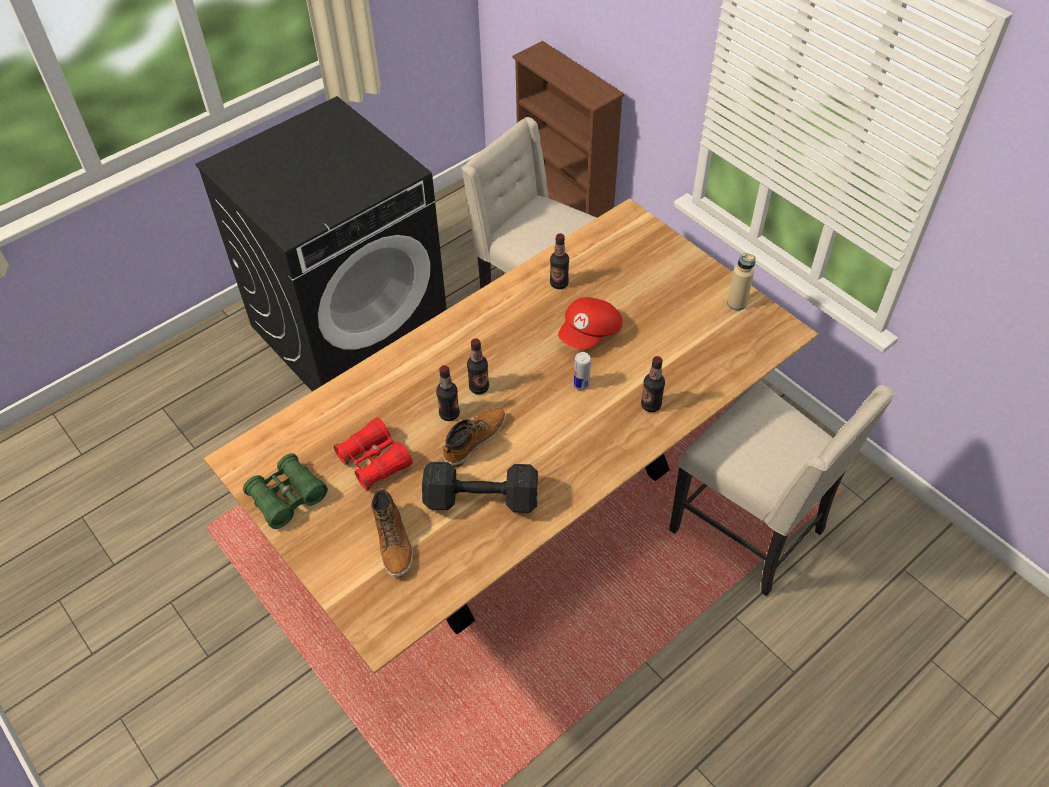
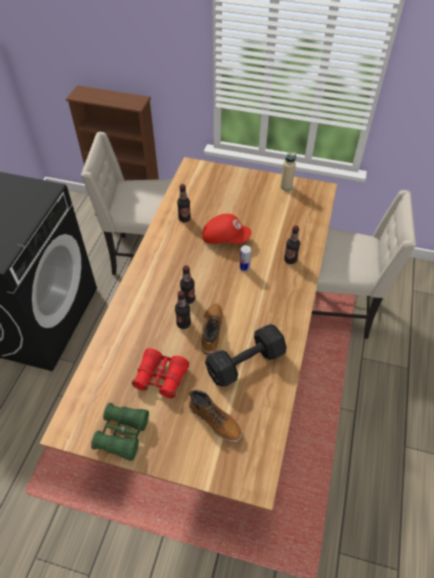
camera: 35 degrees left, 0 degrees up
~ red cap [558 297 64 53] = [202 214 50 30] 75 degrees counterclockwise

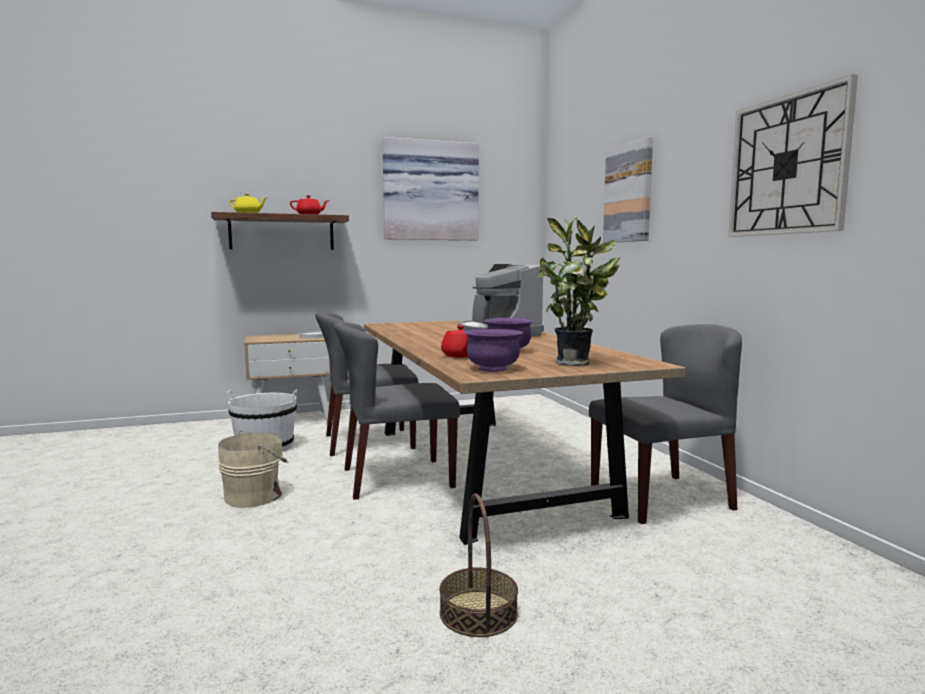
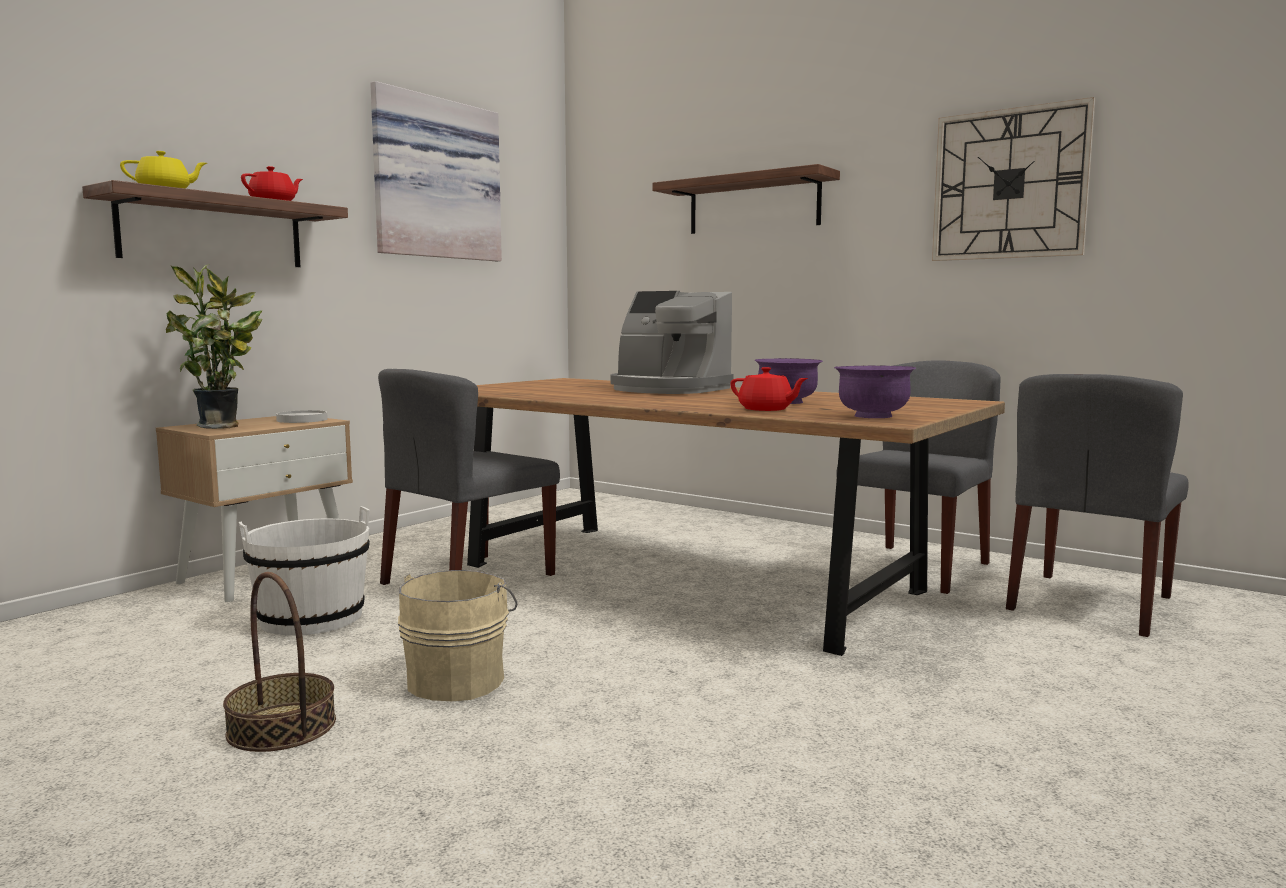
camera: 35 degrees left, 0 degrees up
~ picture [603 137 50 106] to shelf [652 164 188 70]
~ potted plant [538 215 83 151] to [166 264 97 165]
~ grey chair [334 322 126 178] to [1006 374 183 263]
~ basket [439 494 79 143] to [223 572 113 180]

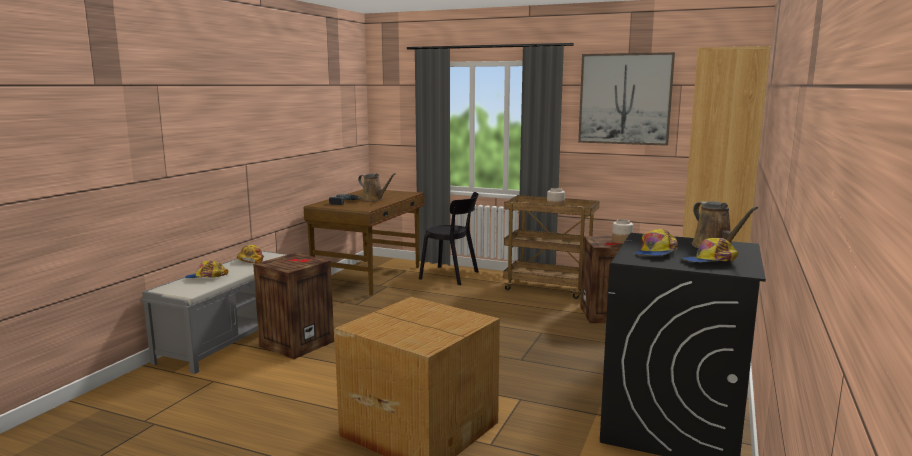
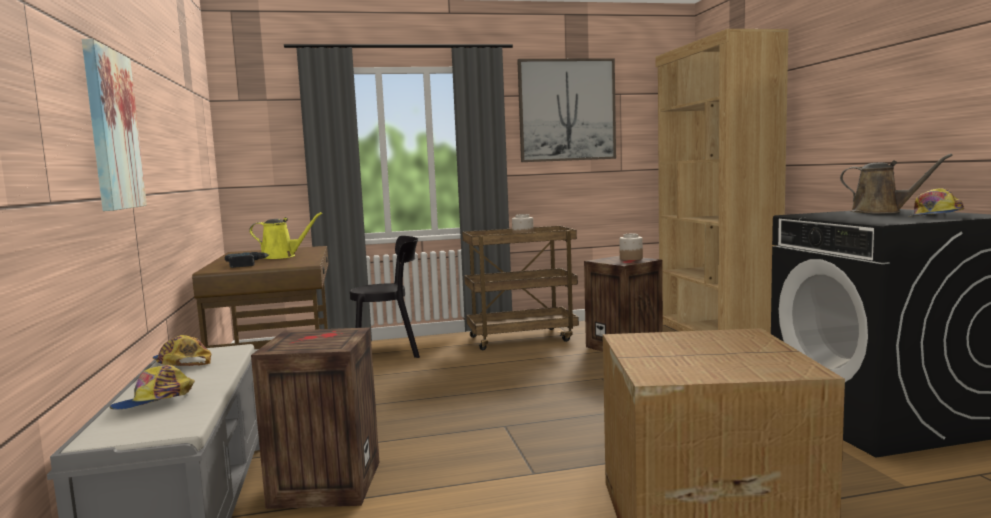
camera: 35 degrees left, 5 degrees down
~ brown watering can [358 173 38 28] to yellow watering can [249 212 73 47]
- cap [633 229 45 27]
+ picture [82 39 65 172]

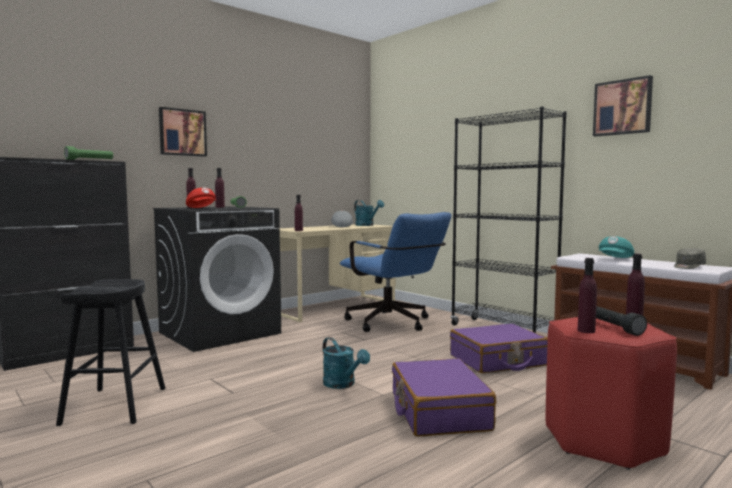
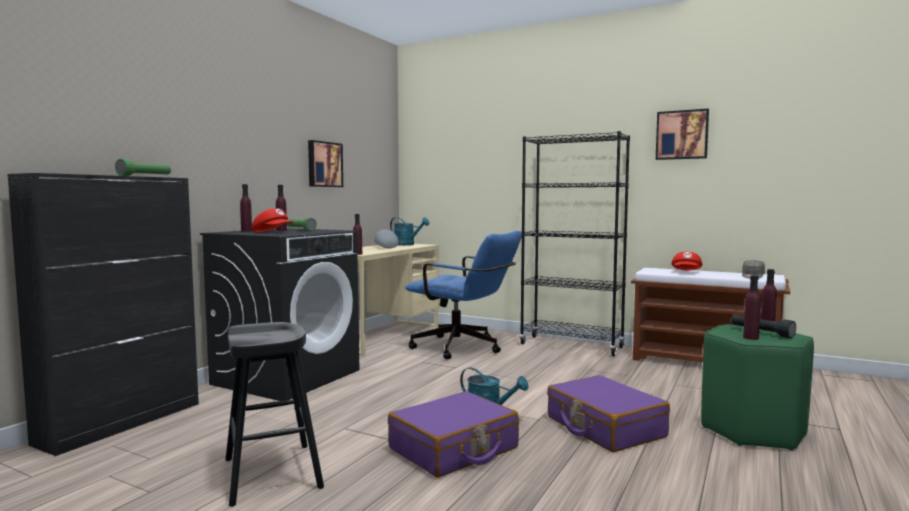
camera: 20 degrees left, 0 degrees up
~ picture [159 107 48 50] to [308 140 35 47]
~ turquoise cap [599 236 35 22] to red cap [671 252 31 18]
~ red stool [546 317 131 153] to green stool [701 324 113 127]
~ purple suitcase [450 324 98 49] to [388 391 131 86]

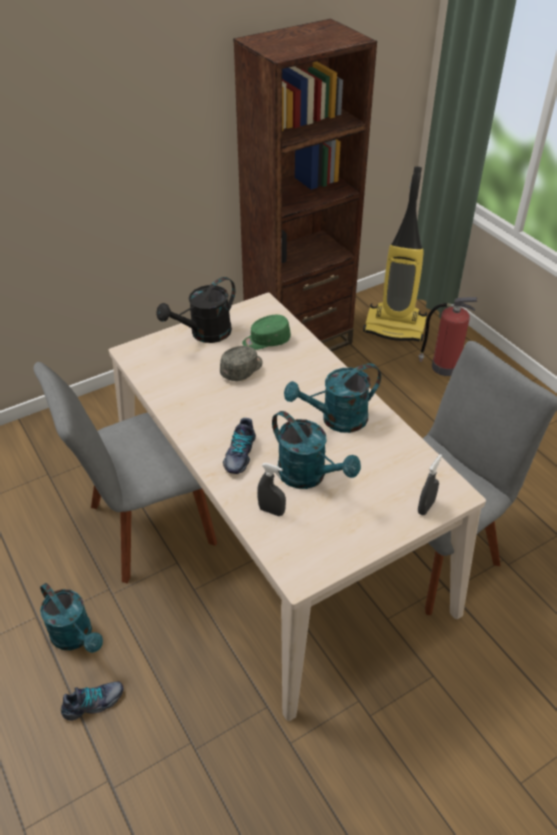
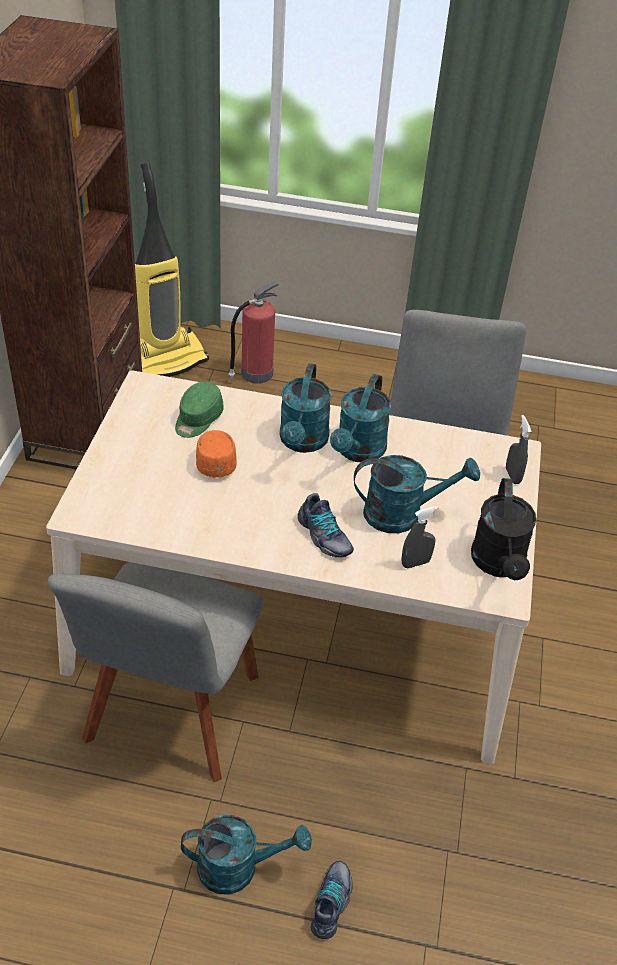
camera: 50 degrees left, 0 degrees up
~ black watering can [156 277 79 66] to [471 478 65 102]
~ grey cap [220 346 43 35] to orange cap [196 430 41 48]
+ turquoise watering can [280 363 52 90]

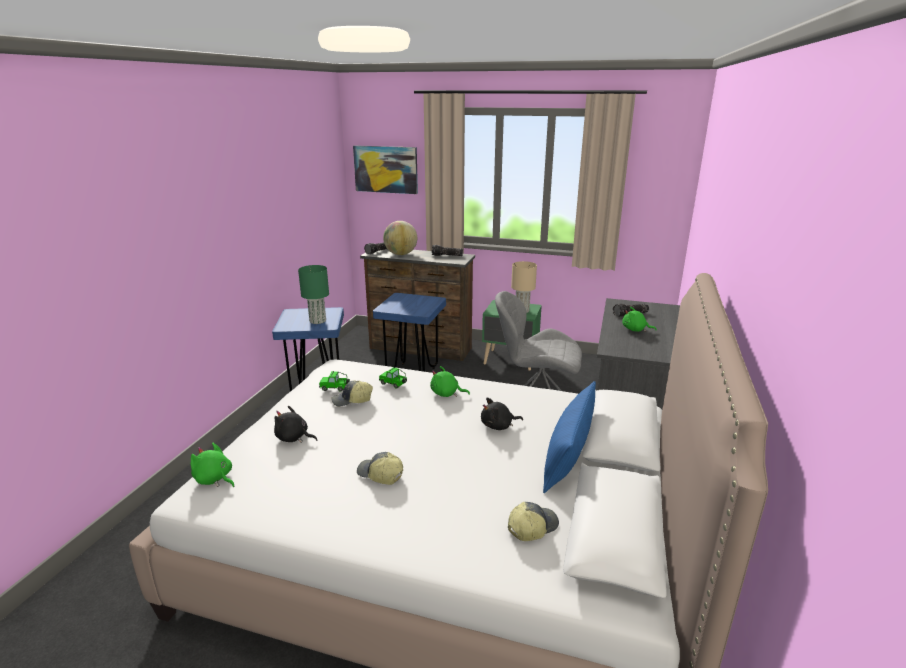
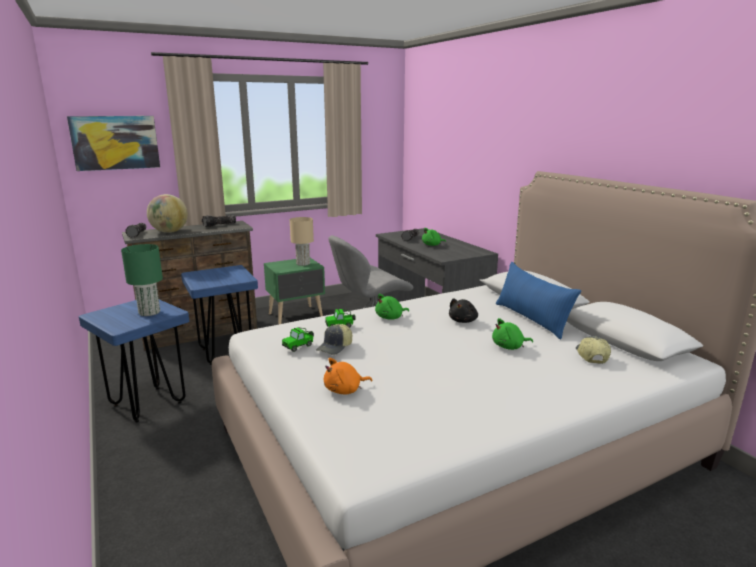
camera: 45 degrees left, 5 degrees down
~ black plush toy [274 406 43 37] to orange plush toy [324 358 49 36]
~ green plush toy [191 443 44 44] to [492 318 41 32]
- cap [357 452 46 33]

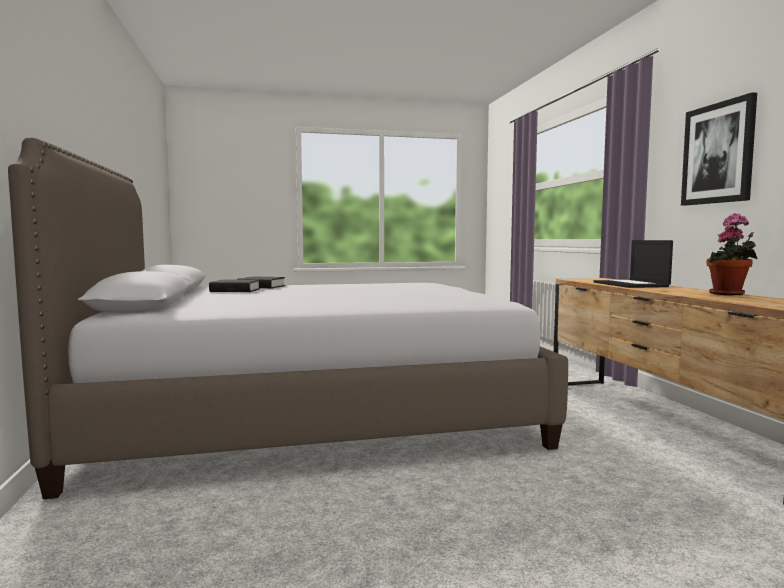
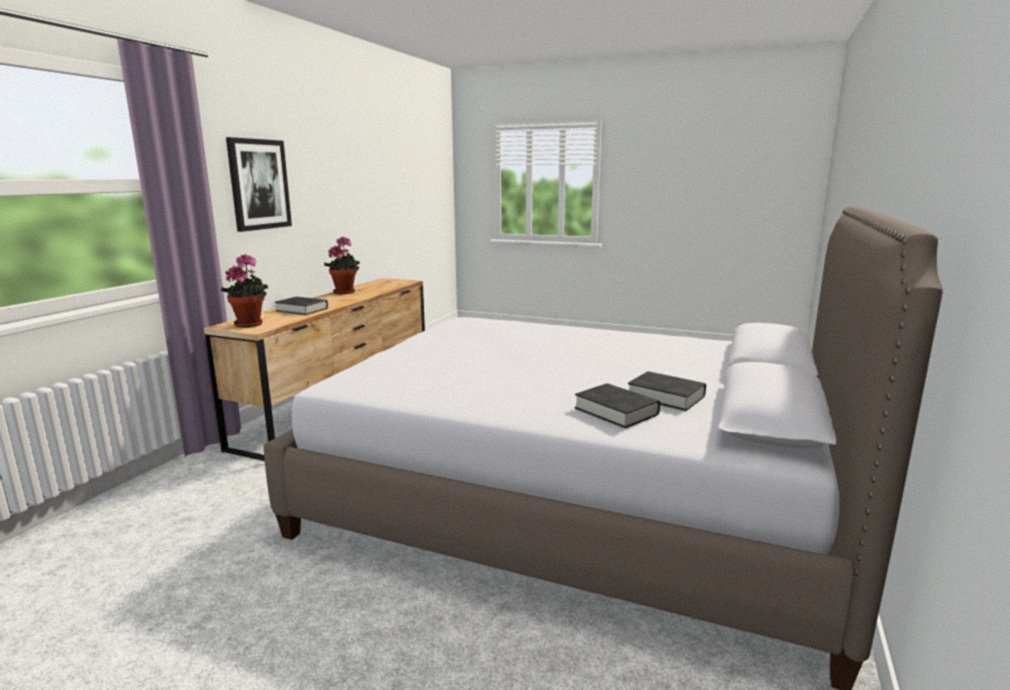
camera: 145 degrees left, 10 degrees up
~ laptop [593 240 80 48] to black book [275 297 53 18]
+ potted plant [221 254 47 74]

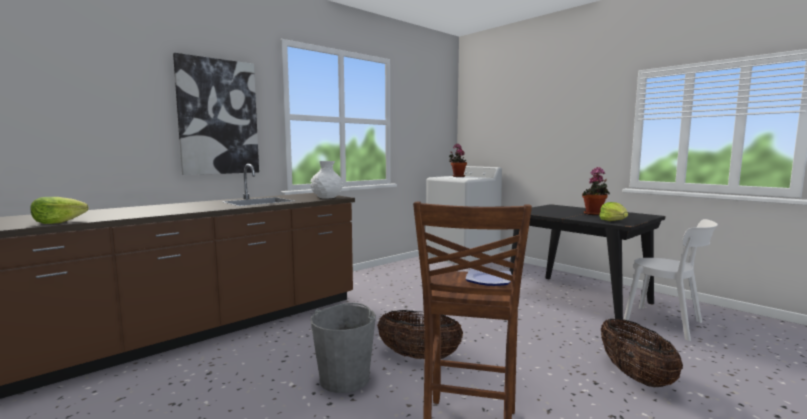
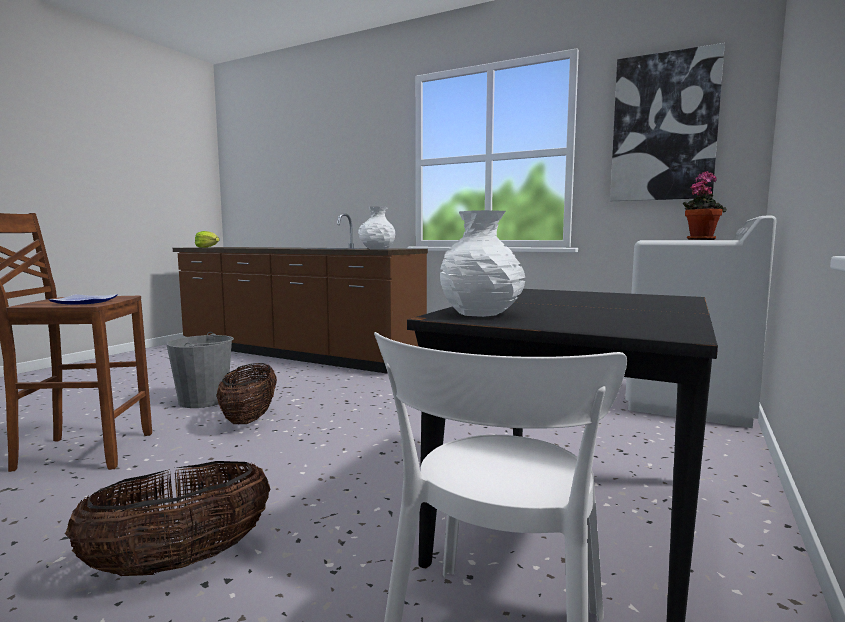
camera: 70 degrees right, 0 degrees up
~ picture [173 53 86 122] to [610 43 115 158]
- potted plant [582 167 28 48]
~ lettuce [600 202 28 19] to white vase [440 210 85 107]

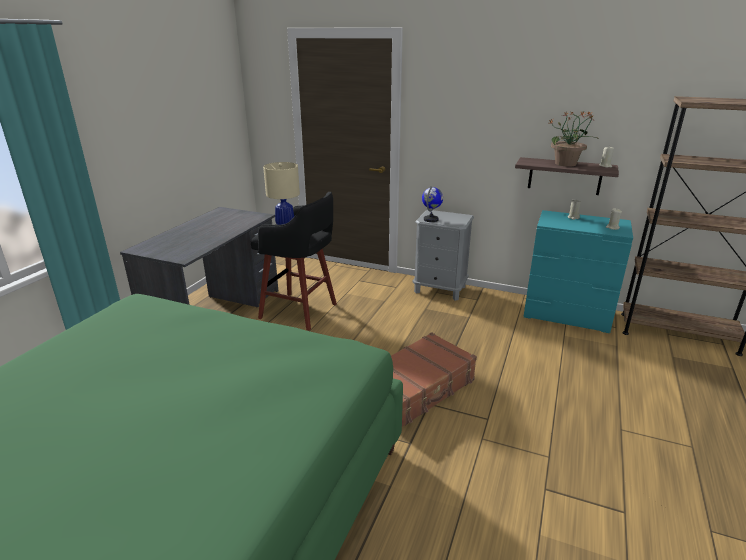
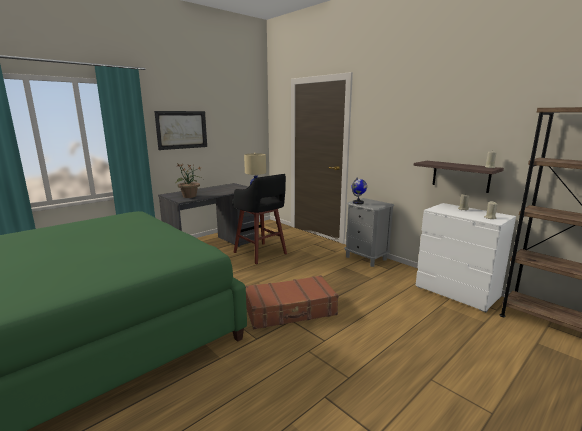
camera: 25 degrees right, 10 degrees down
~ potted plant [549 111 48 56] to [175 164 28 34]
~ turquoise dresser [523 210 110 123] to white dresser [415 203 101 109]
+ picture [154 111 53 39]

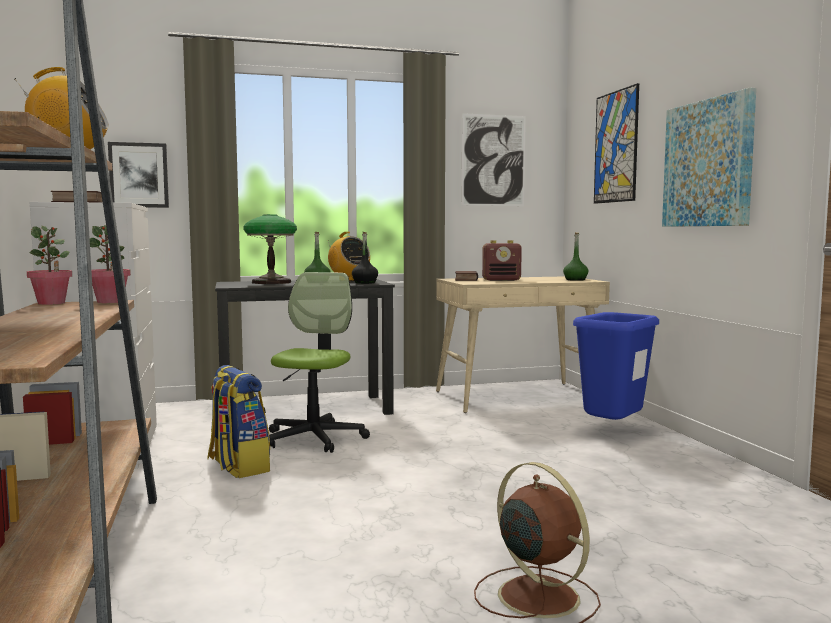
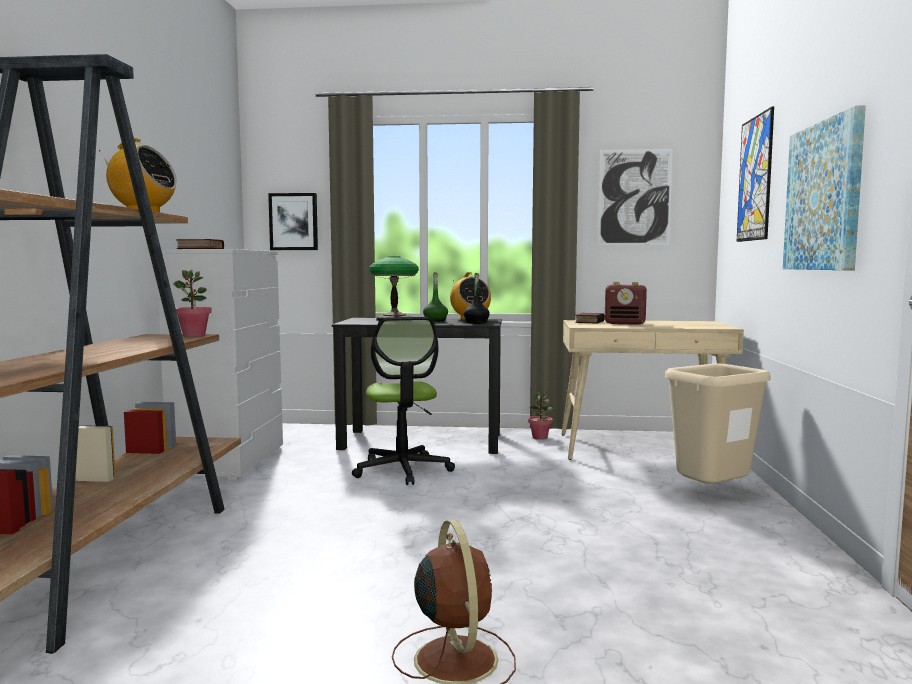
camera: 20 degrees right, 0 degrees up
~ potted plant [27 226 45 79] to [528 392 25 48]
- green bottle [563 232 25 49]
~ office chair [269 272 101 181] = [352 317 103 168] 135 degrees clockwise
~ blue trash can [573 312 86 108] to beige trash can [665 364 106 120]
- backpack [207 365 63 113]

